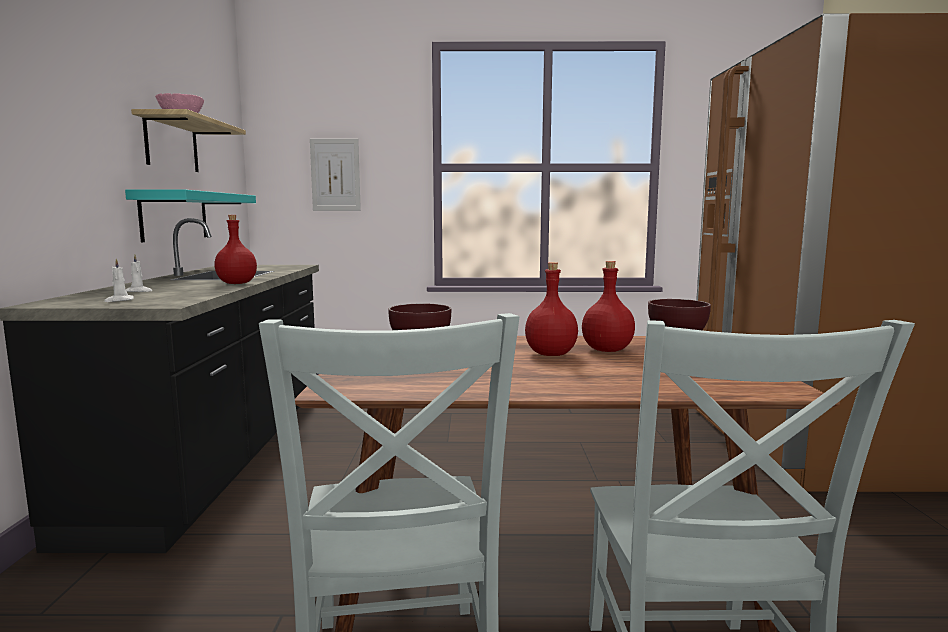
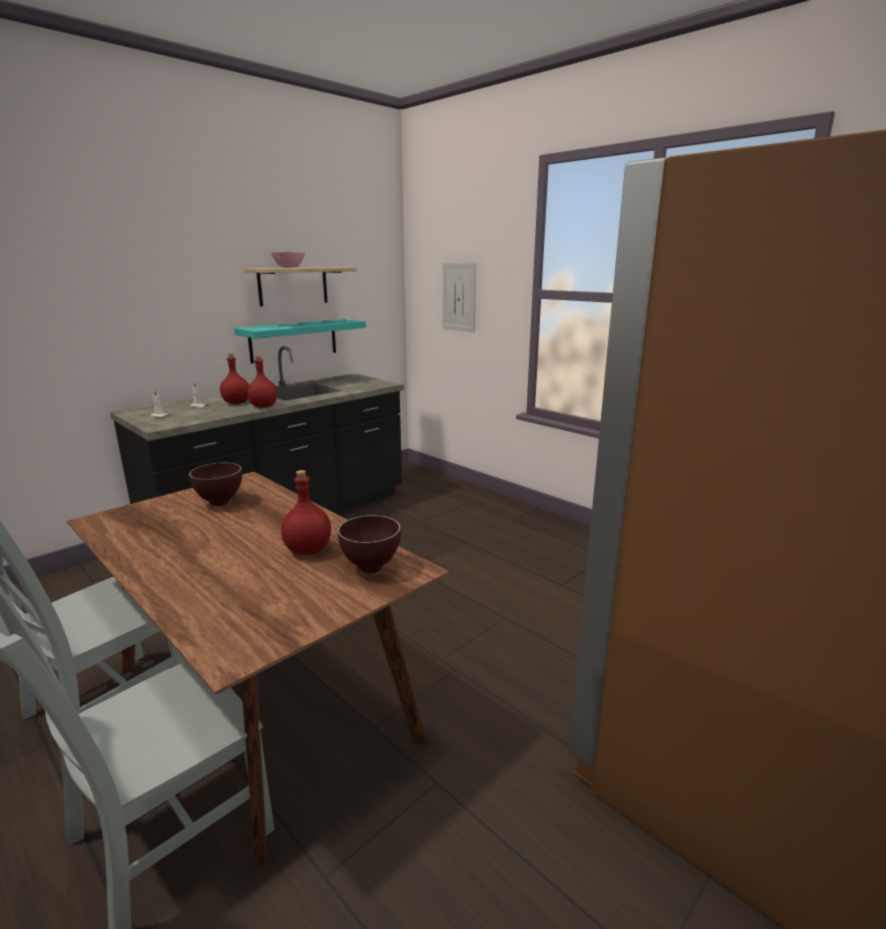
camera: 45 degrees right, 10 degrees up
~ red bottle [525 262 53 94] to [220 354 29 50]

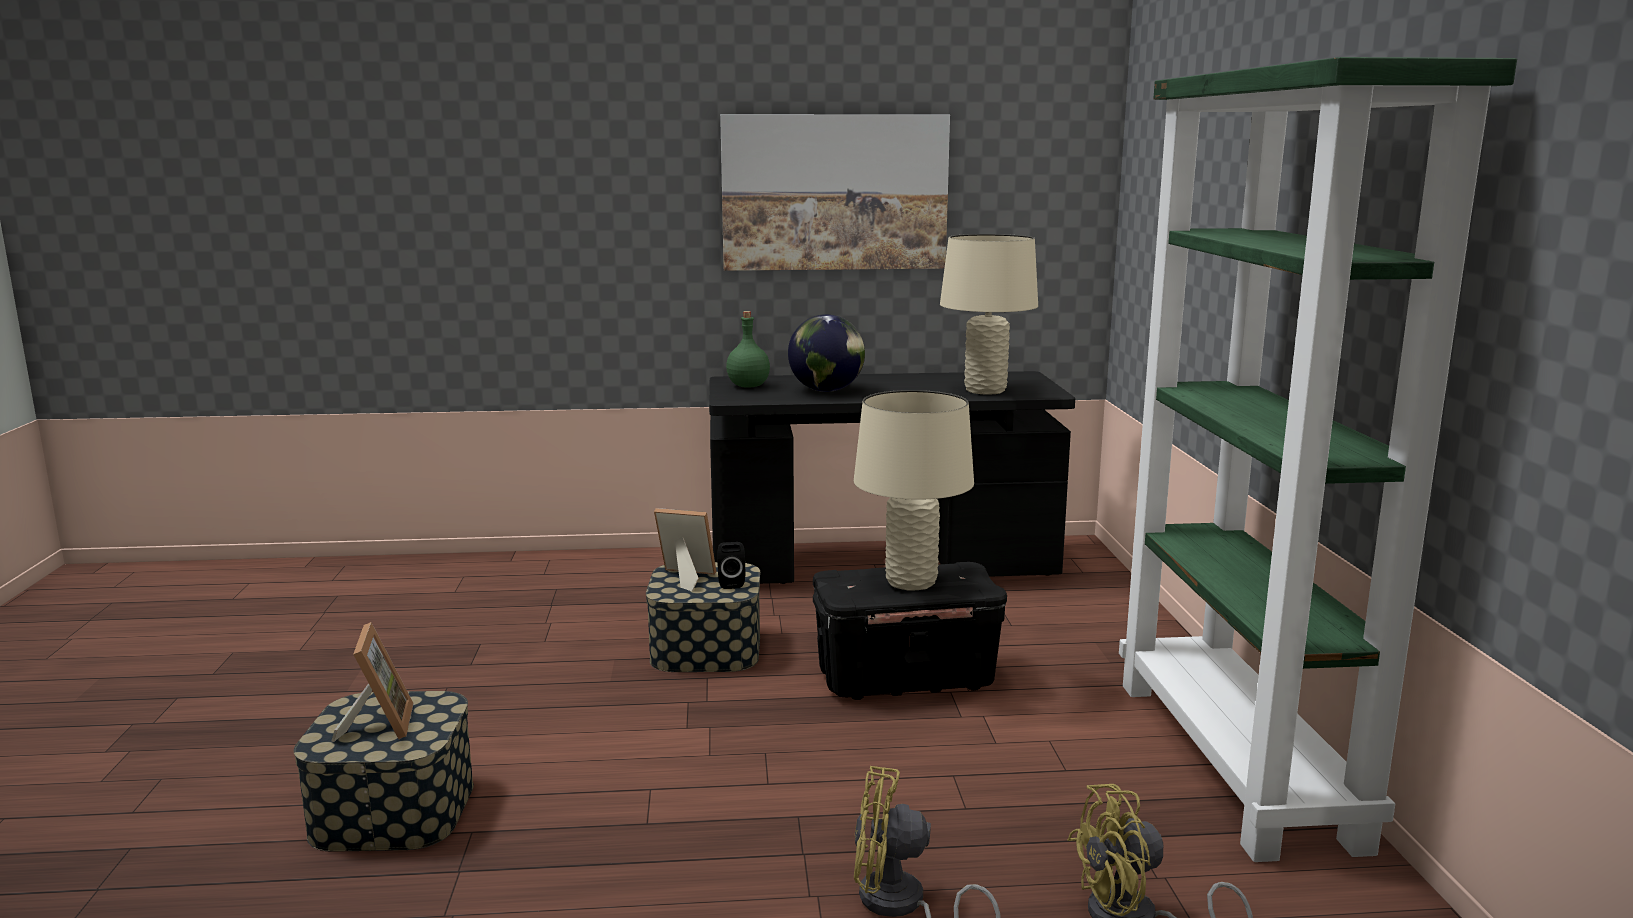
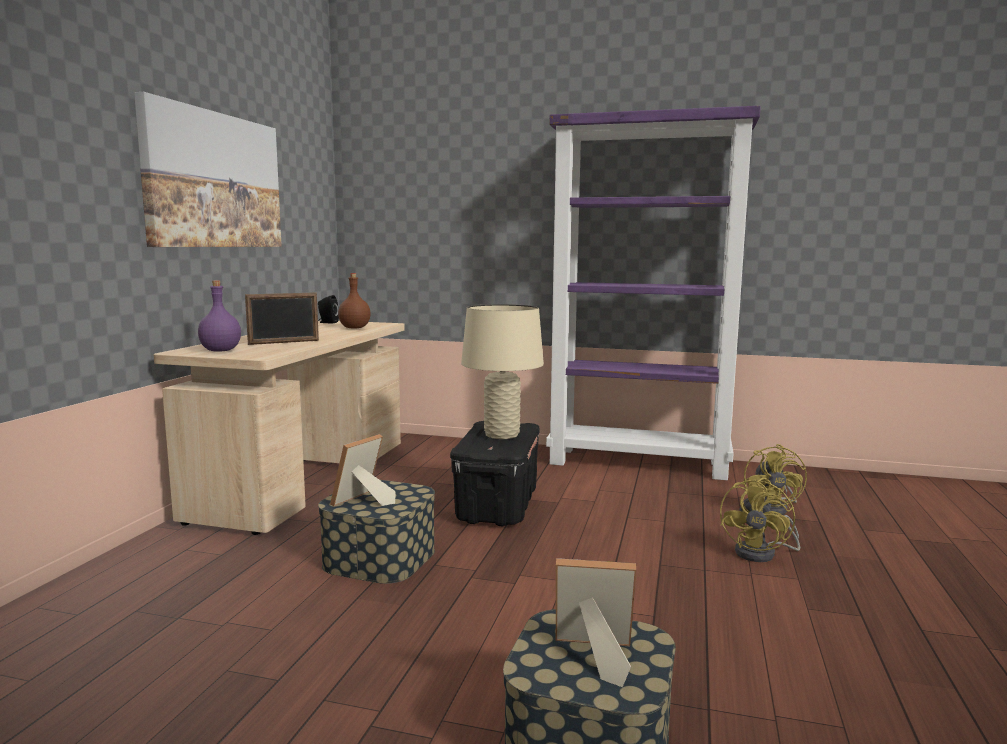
camera: 70 degrees left, 5 degrees down
~ green bookcase [1119 57 398 805] to purple bookcase [546 106 215 374]
~ beige table lamp [940 234 98 161] to brown bottle [338 273 33 56]
~ green bottle [726 311 44 77] to purple bottle [198 281 43 70]
~ globe [788 314 77 78] to picture frame [245 293 74 52]
~ black desk [709 371 366 213] to beige desk [153 321 252 214]
~ black speaker [717 542 28 47] to [318 295 21 29]

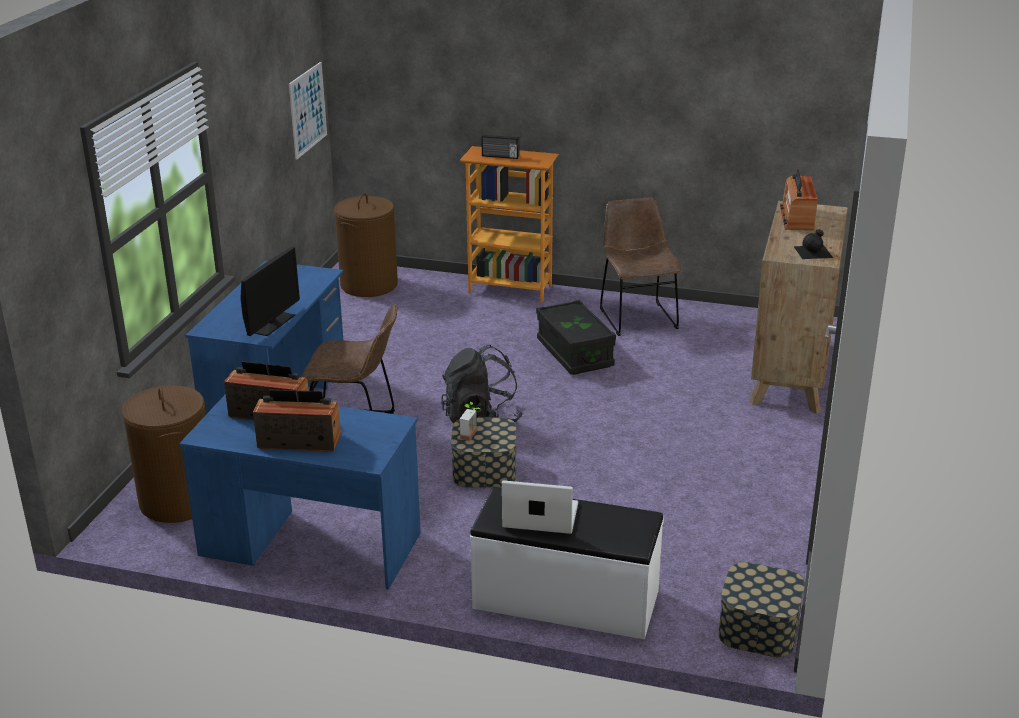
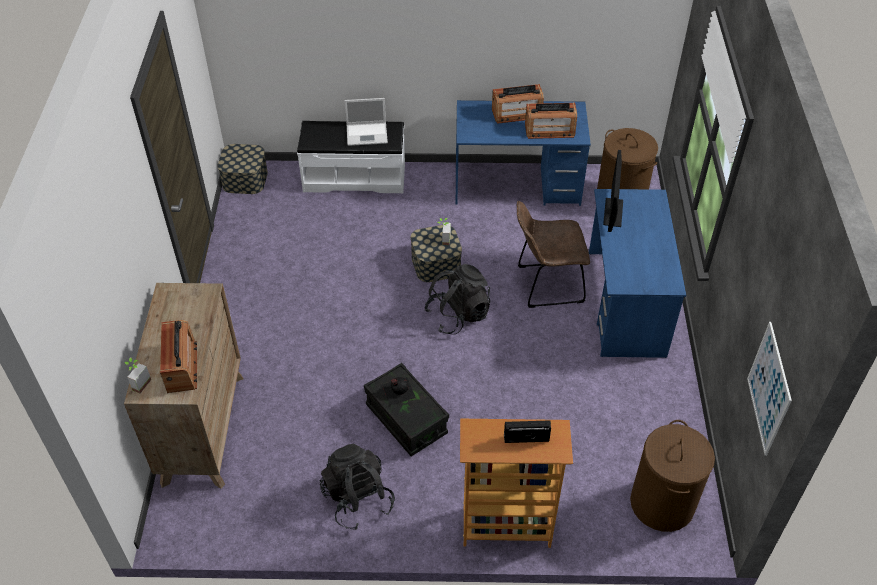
camera: 165 degrees right, 20 degrees up
~ brown chair [600 197 82 139] to black backpack [319 444 76 86]
~ black bottle [794 229 39 30] to [382 377 34 28]
+ potted plant [124 358 27 35]

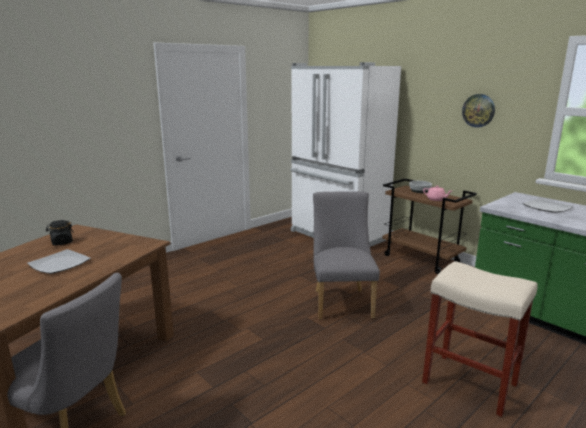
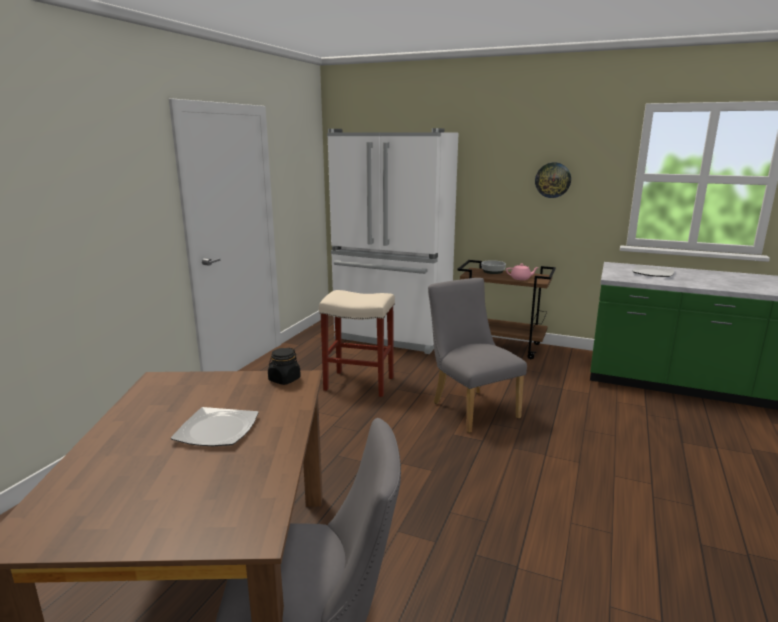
camera: 25 degrees left, 0 degrees up
~ black jar [46 220 28 26] to [268 348 33 37]
~ beige stool [422 261 116 156] to [319 290 76 107]

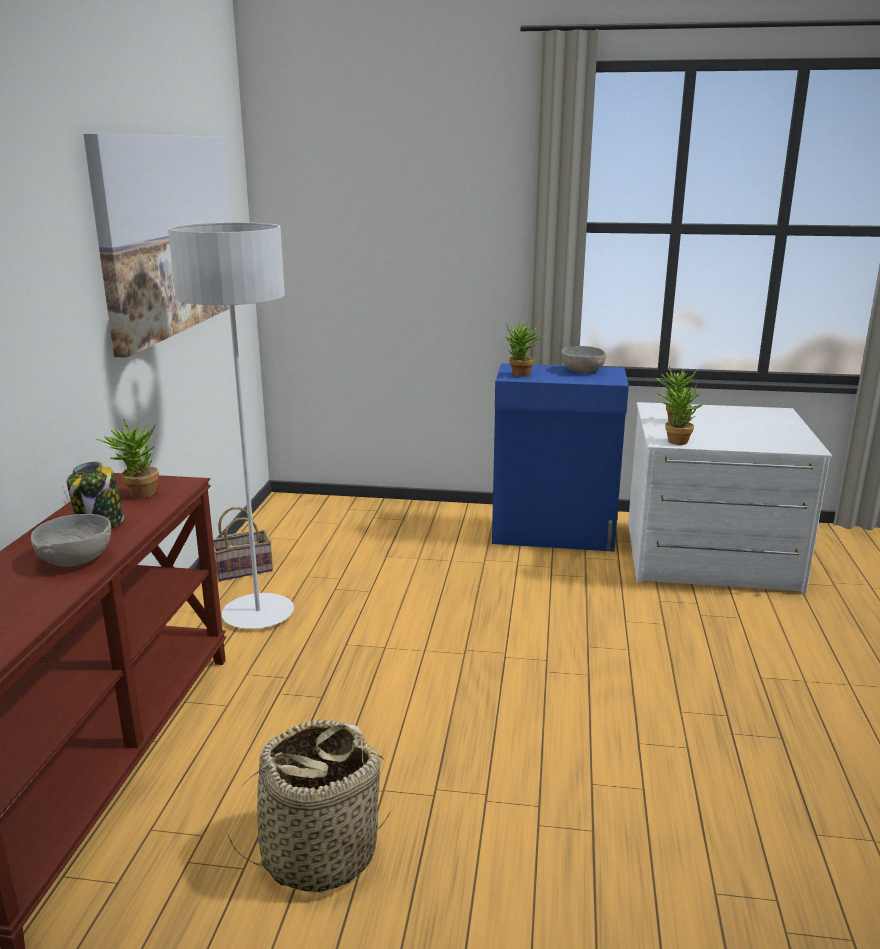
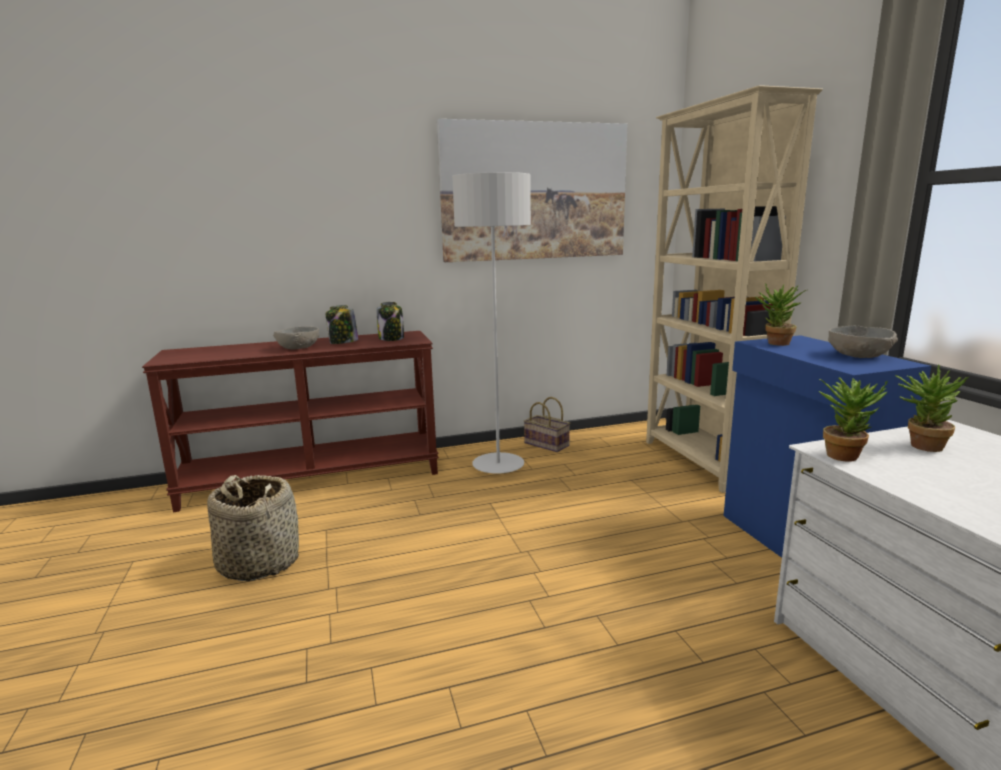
camera: 65 degrees right, 5 degrees down
~ potted plant [97 418 62 80] to jar [376 302 28 39]
+ beige bookcase [646 85 177 408]

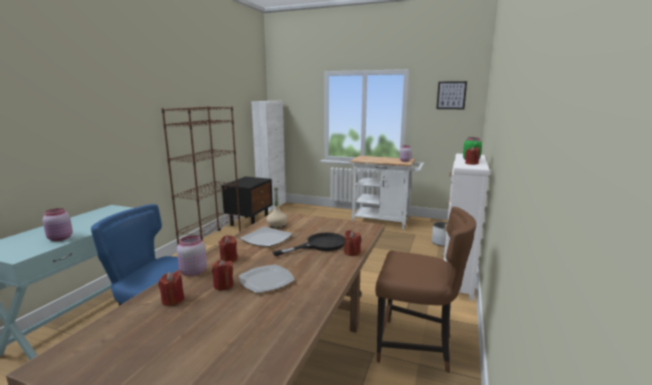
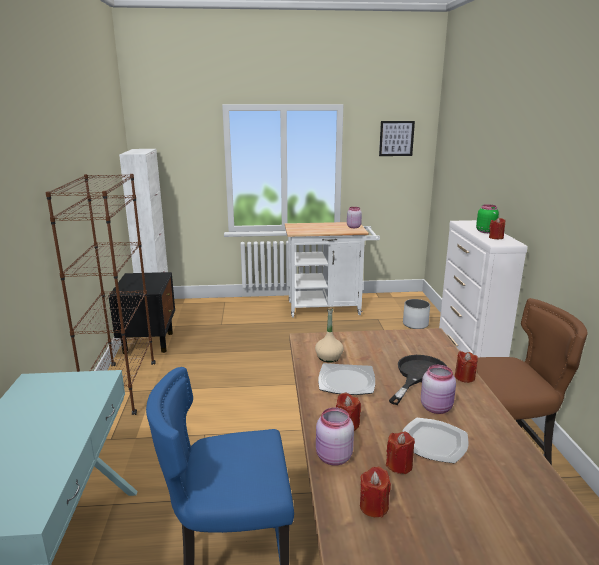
camera: 25 degrees left, 5 degrees up
~ pink jar [42 208 31 33] to [421 365 35 49]

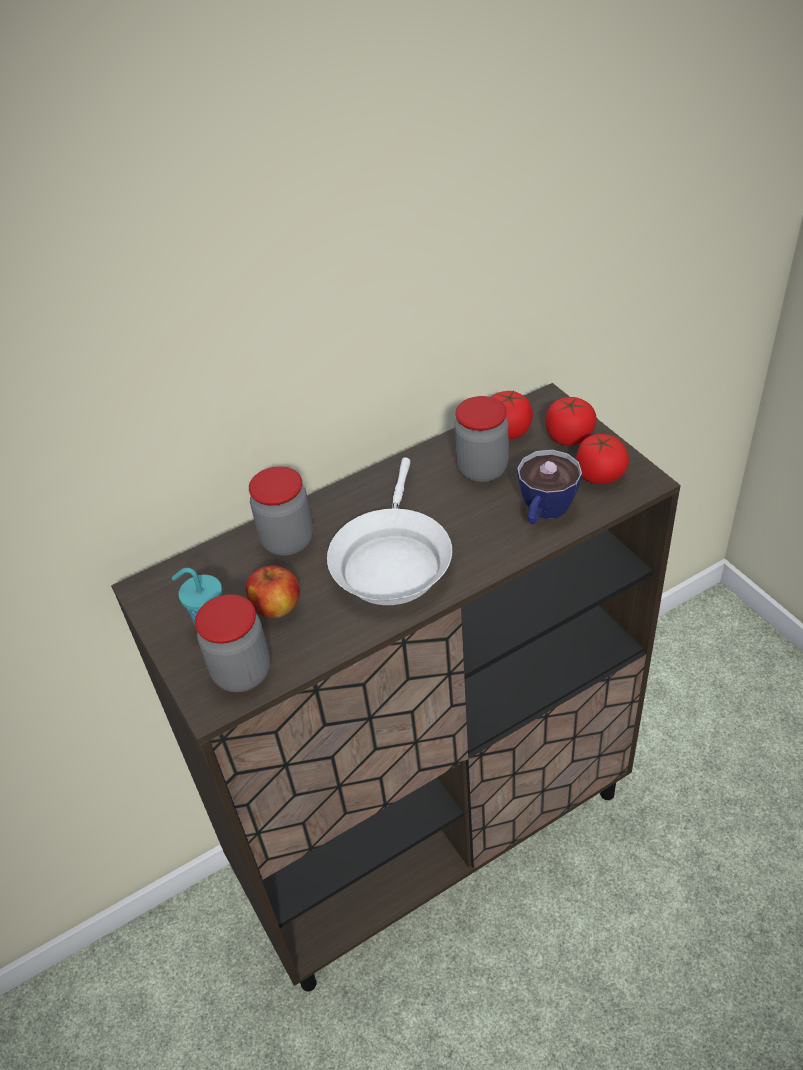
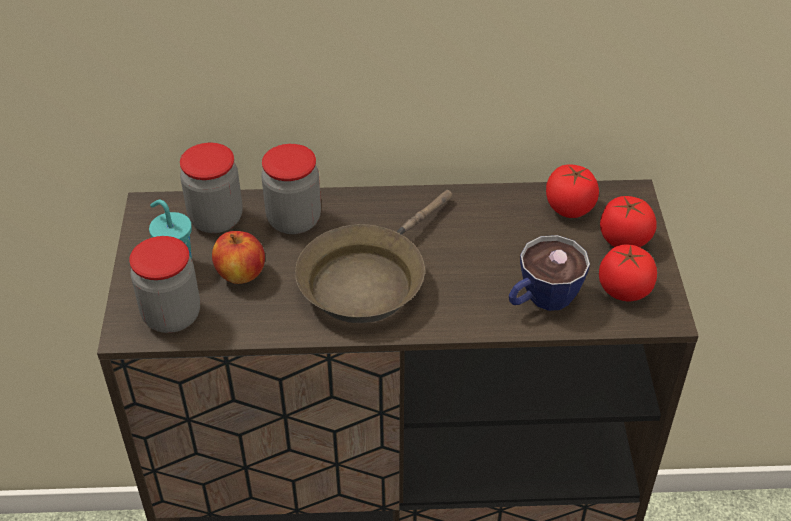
camera: 25 degrees right, 0 degrees up
~ jar [454 396 55 86] to [180 143 63 90]
~ white frying pan [327 457 125 148] to brown frying pan [295 190 157 133]

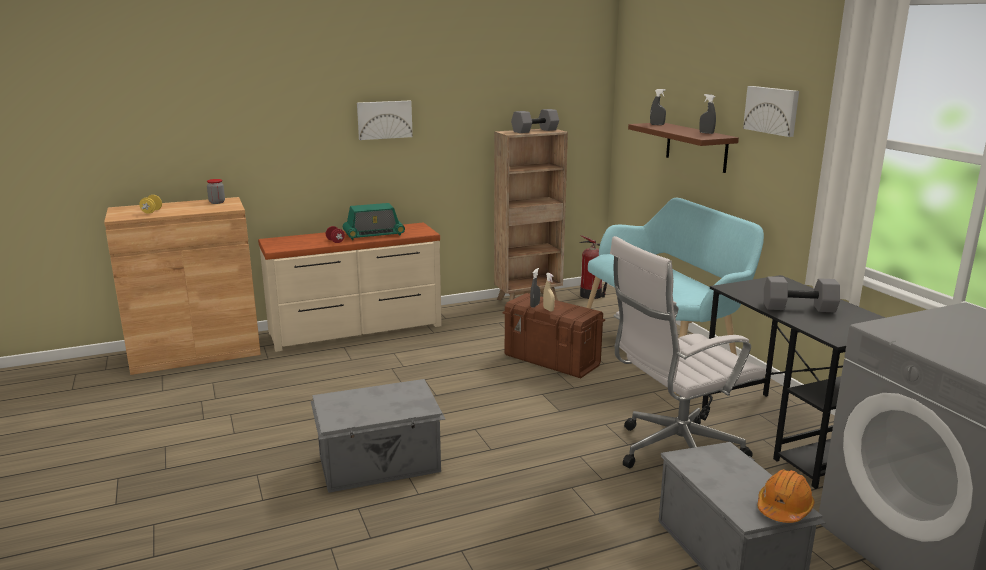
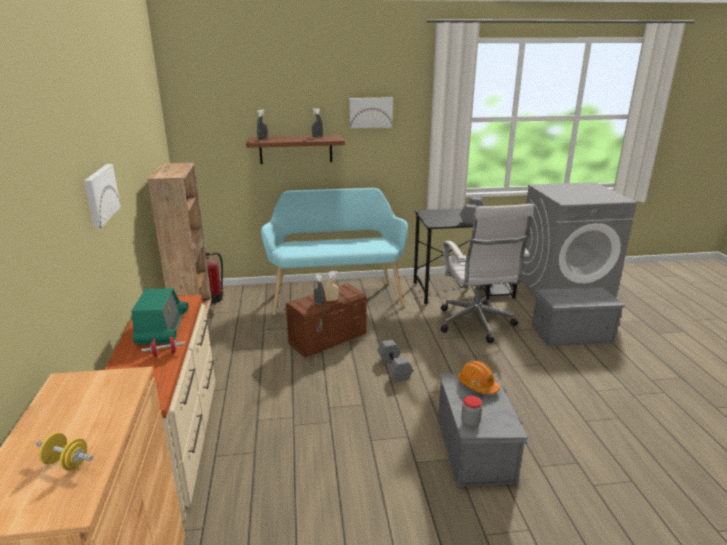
camera: 75 degrees left, 5 degrees up
~ grey dumbbell [511 109 48 24] to [377 340 36 42]
~ jar [207 179 18 25] to [461 396 21 32]
~ orange hard hat [757 469 58 54] to [458 361 42 34]

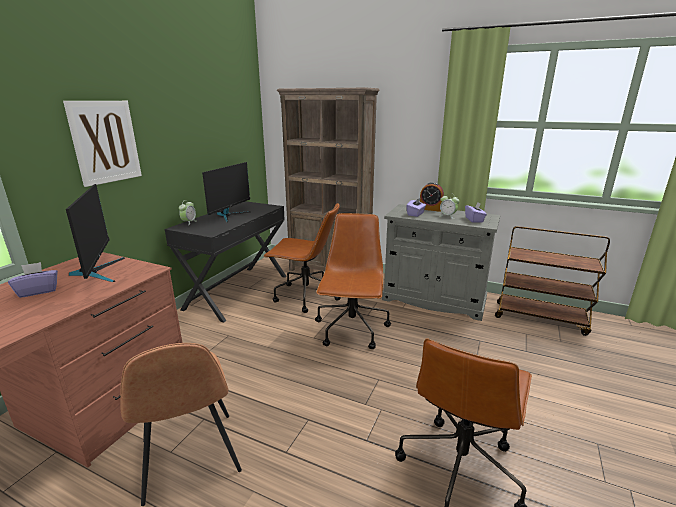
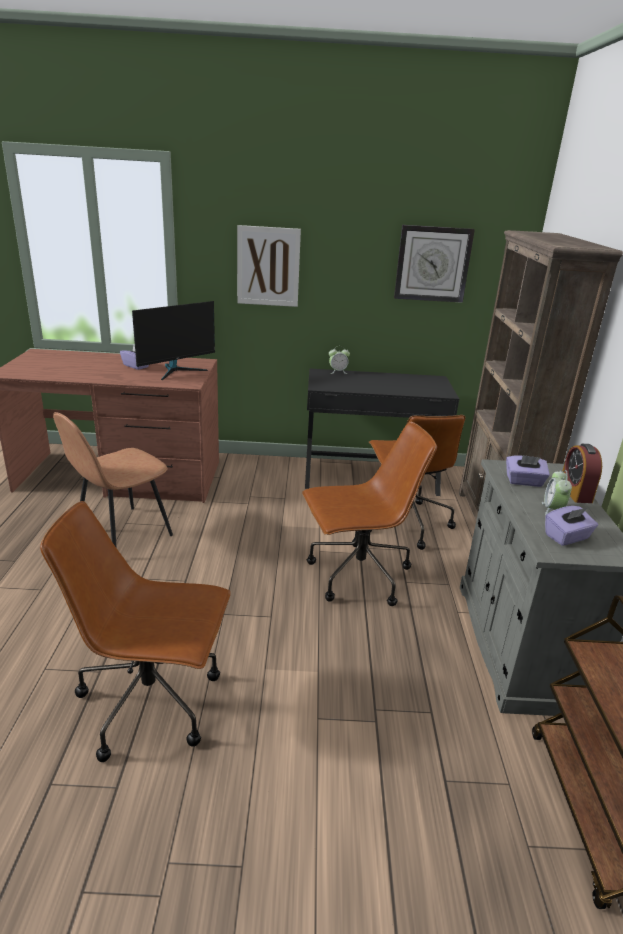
camera: 65 degrees right, 5 degrees up
- monitor [202 162 49 60]
+ wall clock [394 225 81 78]

